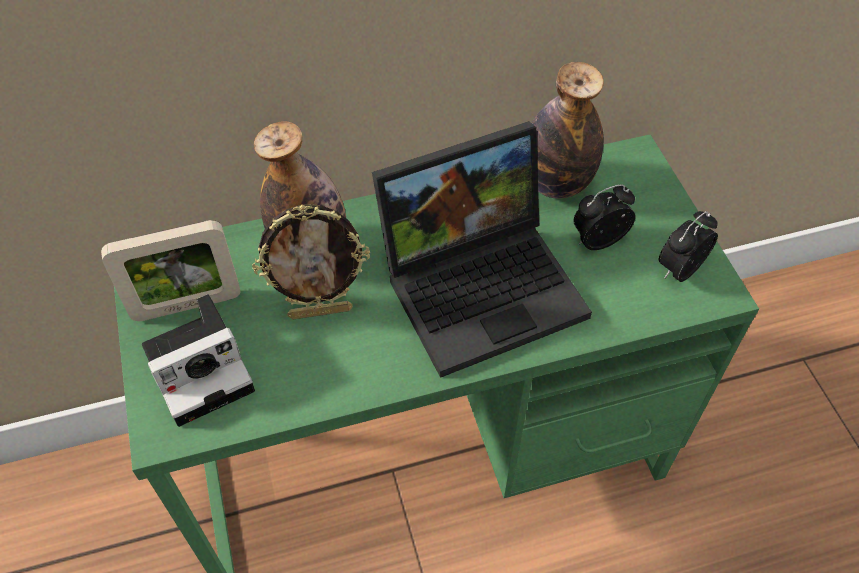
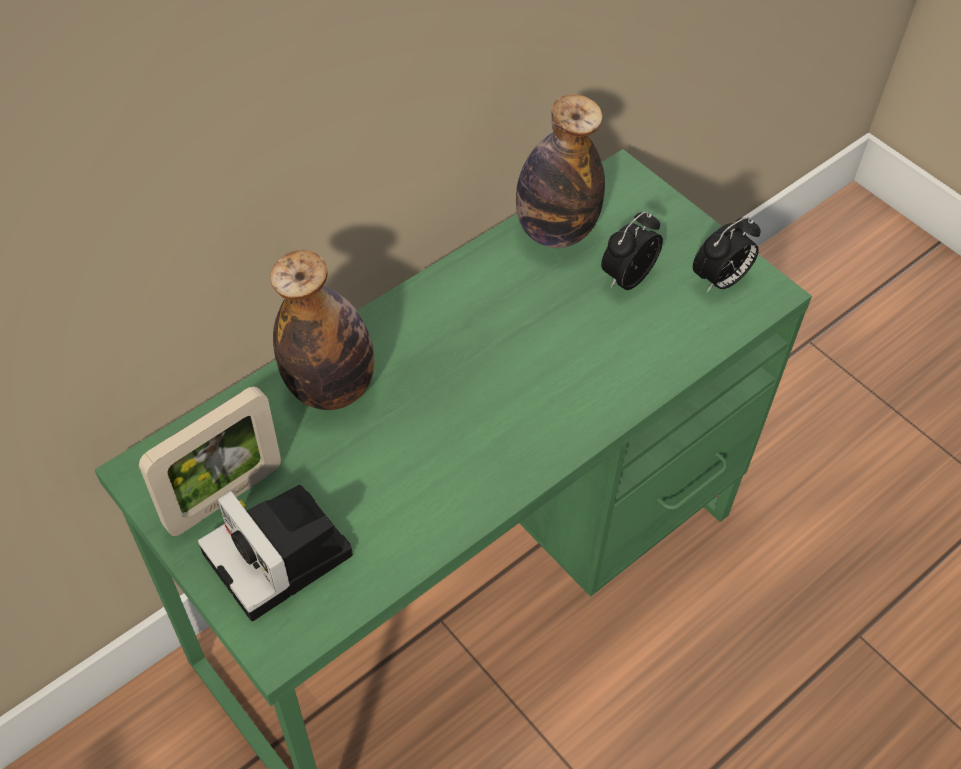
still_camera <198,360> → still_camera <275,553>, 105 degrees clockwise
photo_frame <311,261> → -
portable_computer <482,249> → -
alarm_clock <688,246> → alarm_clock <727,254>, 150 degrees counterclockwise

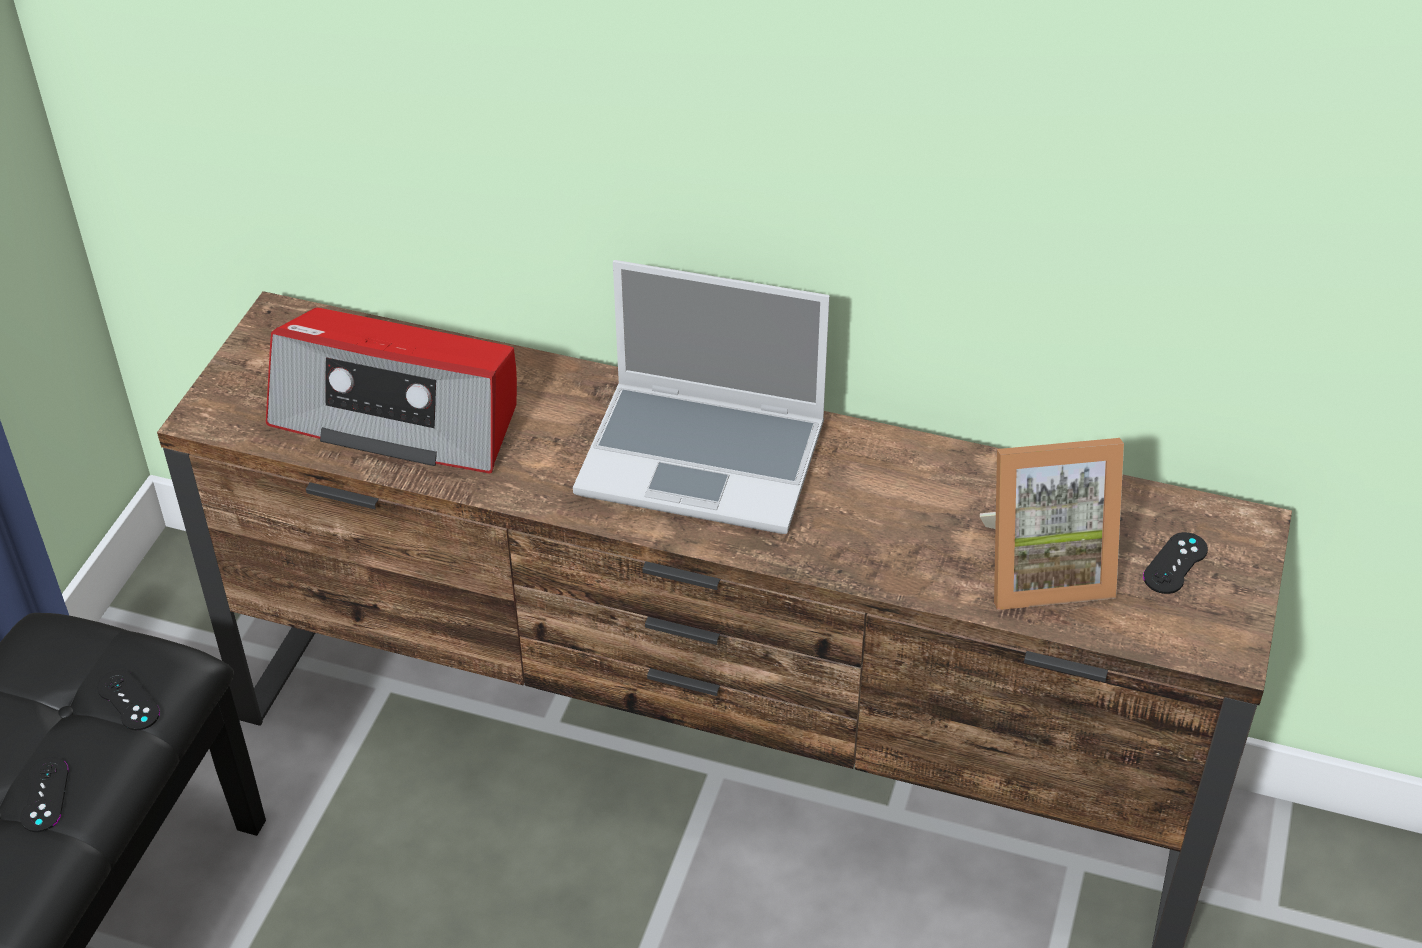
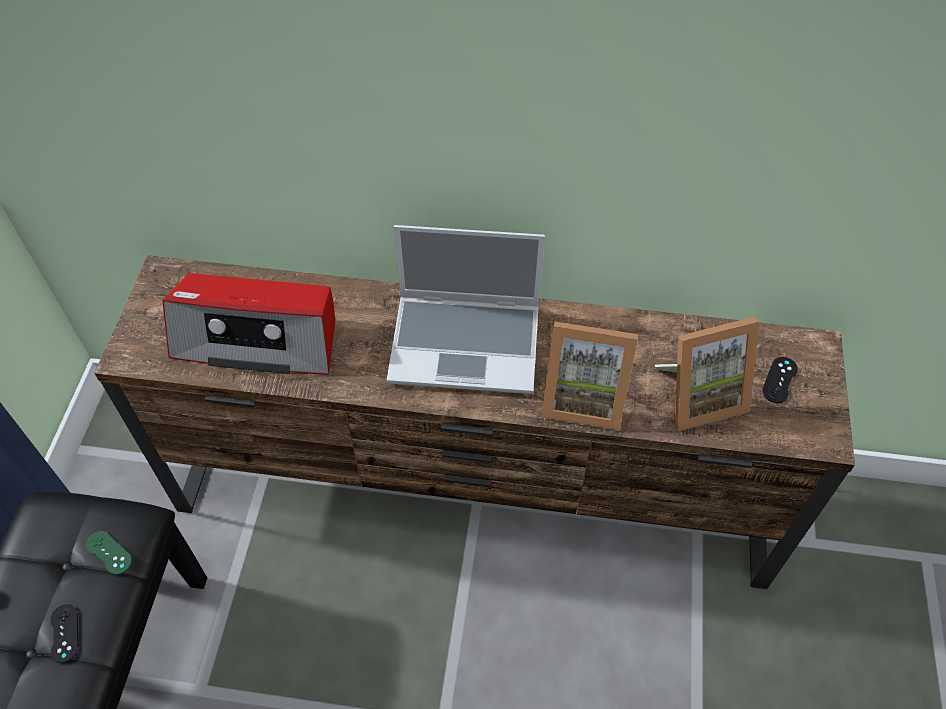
black-coloured_game_controller <128,700> → green-coloured_game_controller <109,553>
- → photo_frame <589,376>

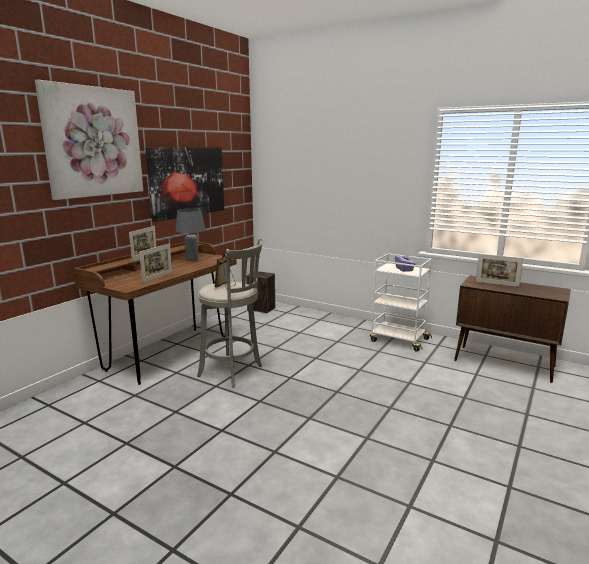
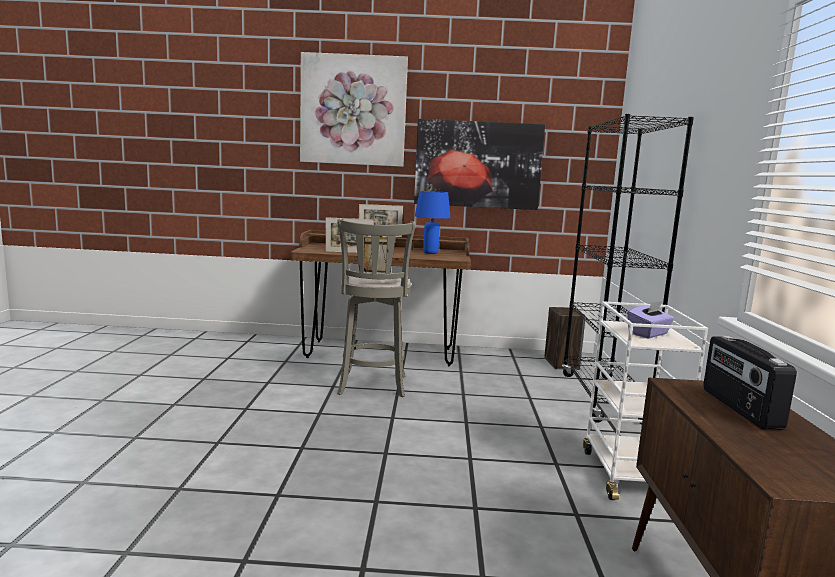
greyish_tabletop_lamp <190,235> → blue_tabletop_lamp <433,222>
photo_frame <499,270> → radio <750,383>
- → black-coloured_bookcase <628,269>

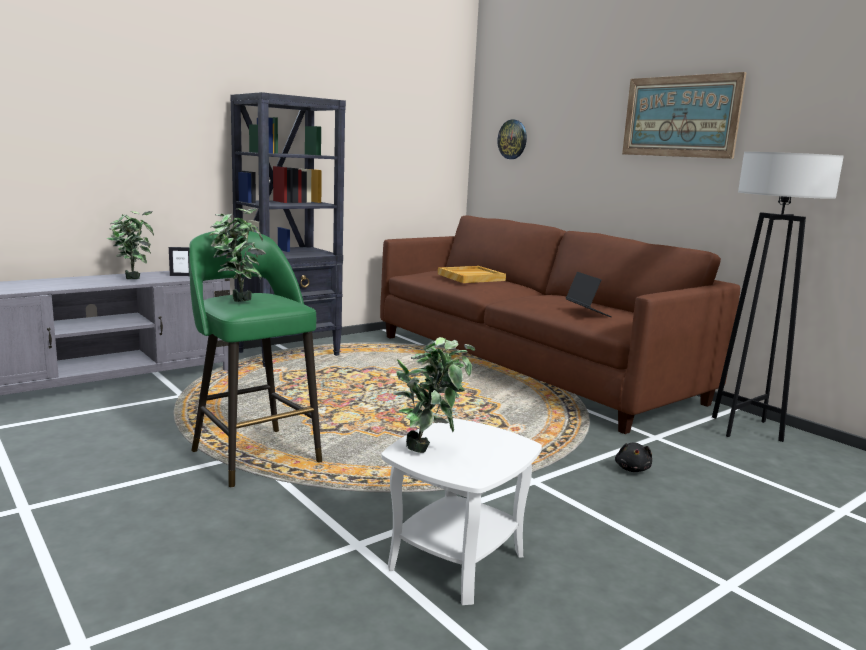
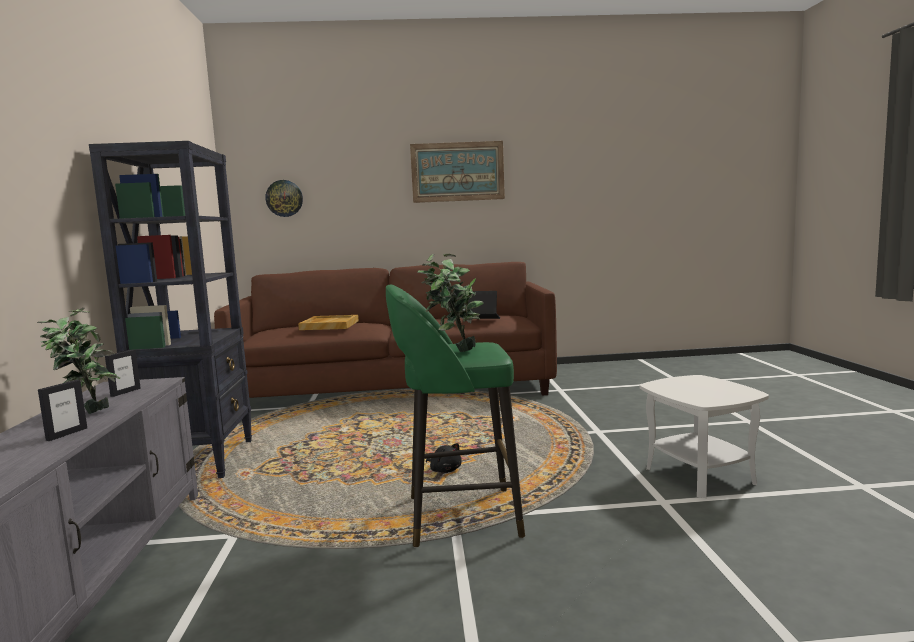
potted_plant <434,395> → -
black-coloured_plush_toy <633,457> → black-coloured_plush_toy <444,458>, move
black-coloured_standard_lamp <778,297> → -
- → photo_frame <62,410>

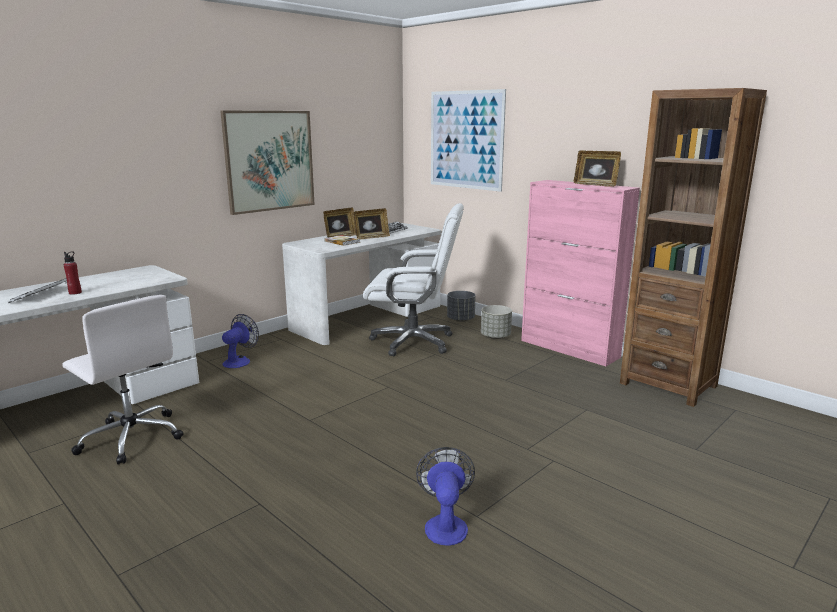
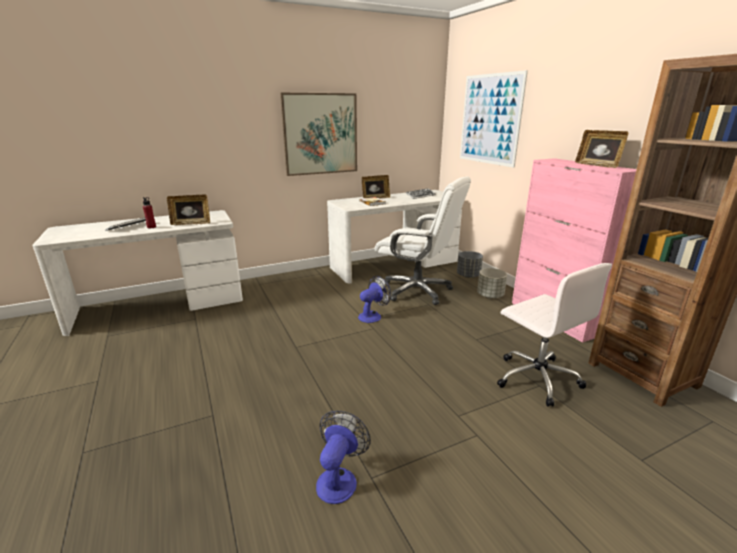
white-coloured_office_chair <122,380> → white-coloured_office_chair <554,335>, move
electric_fan <240,341> → electric_fan <374,299>, move
photo_frame <372,224> → photo_frame <188,210>, move

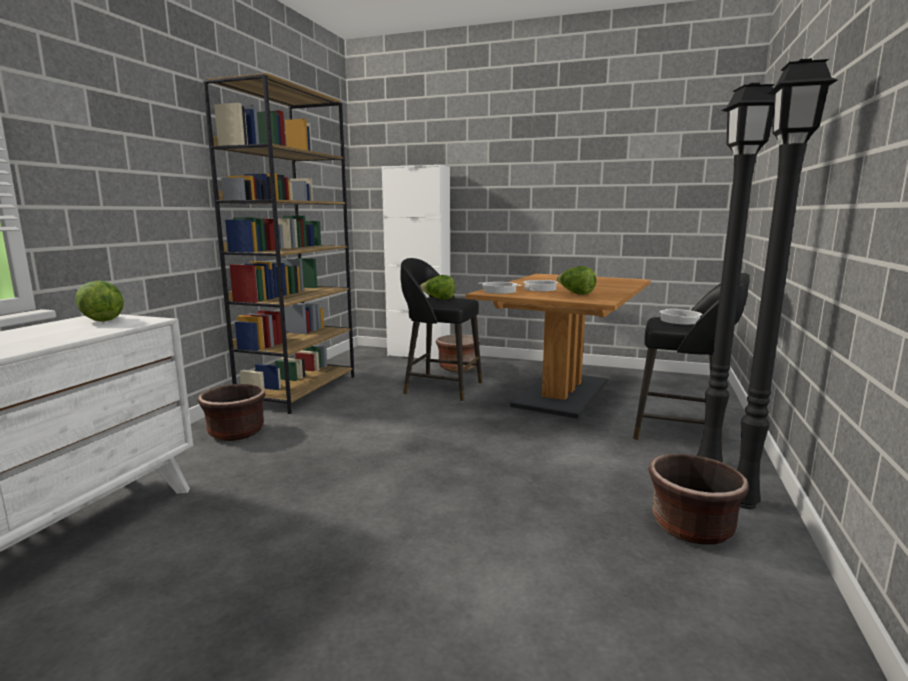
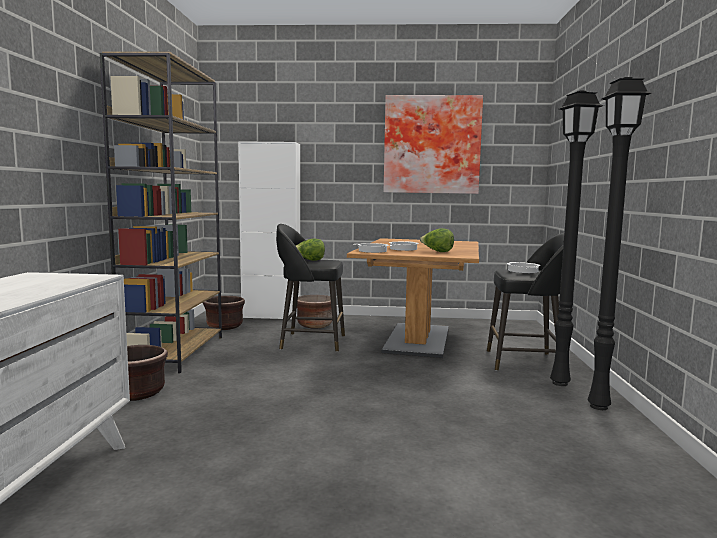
lettuce_head <99,301> → -
brownish_flower_pot <698,499> → brownish_flower_pot <224,313>, move
- → wall_art <433,144>

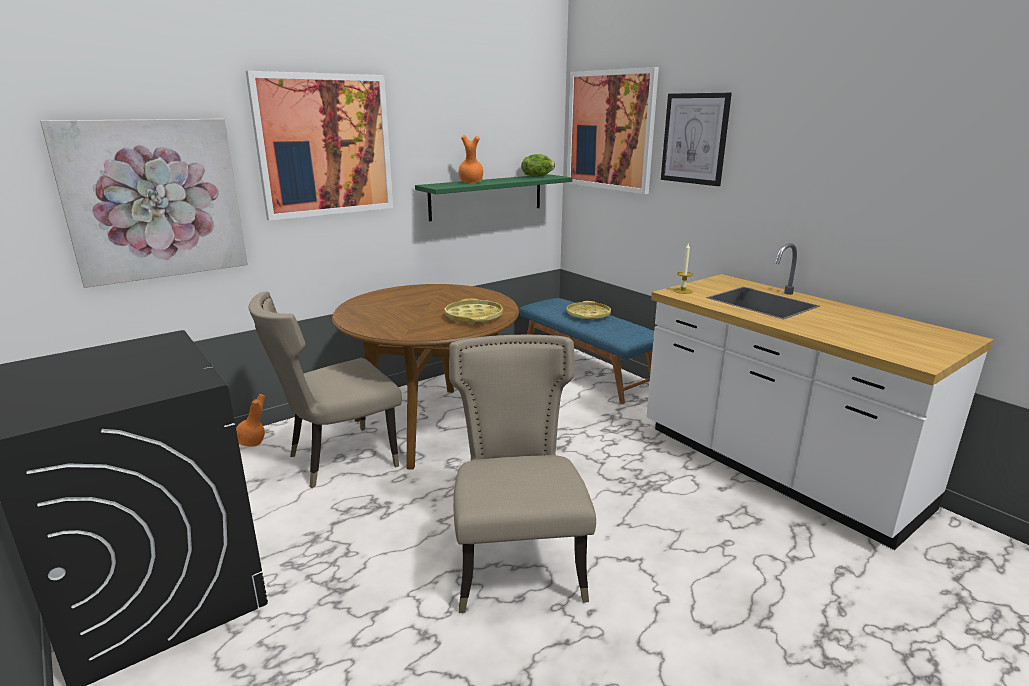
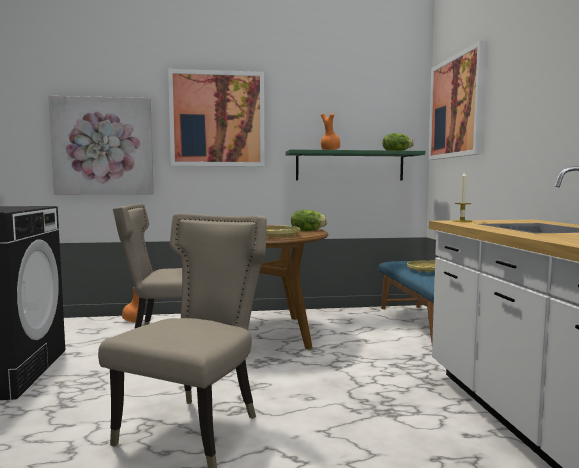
wall_art <696,139> → -
- → lettuce_head <309,220>

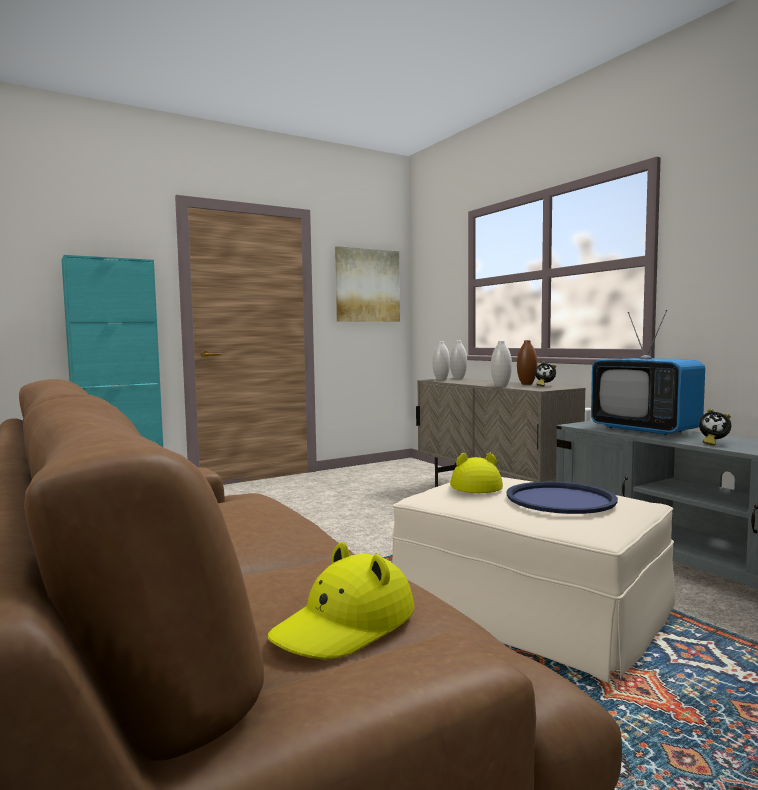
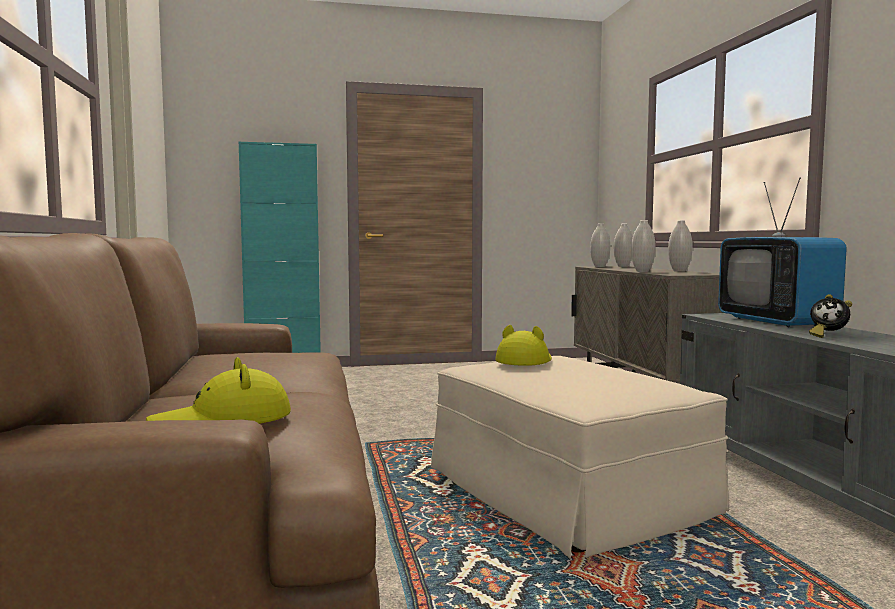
wall_art <367,284> → -
blue_tray <562,497> → -
brownish_decorative_vase <527,362> → white-coloured_decorative_vase <680,246>
alarm_clock <545,374> → -

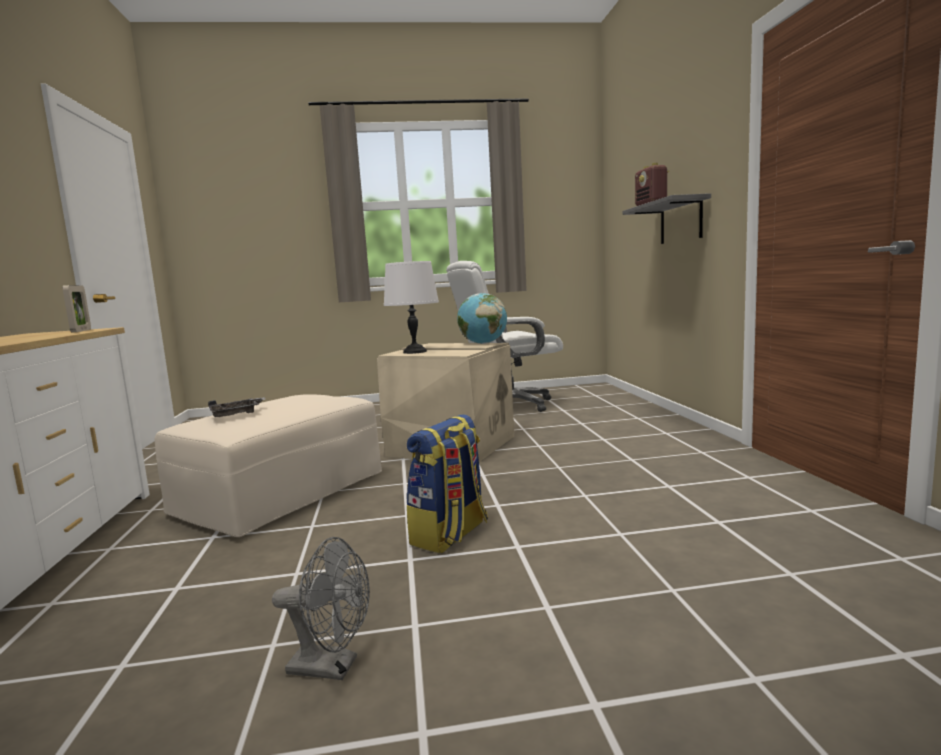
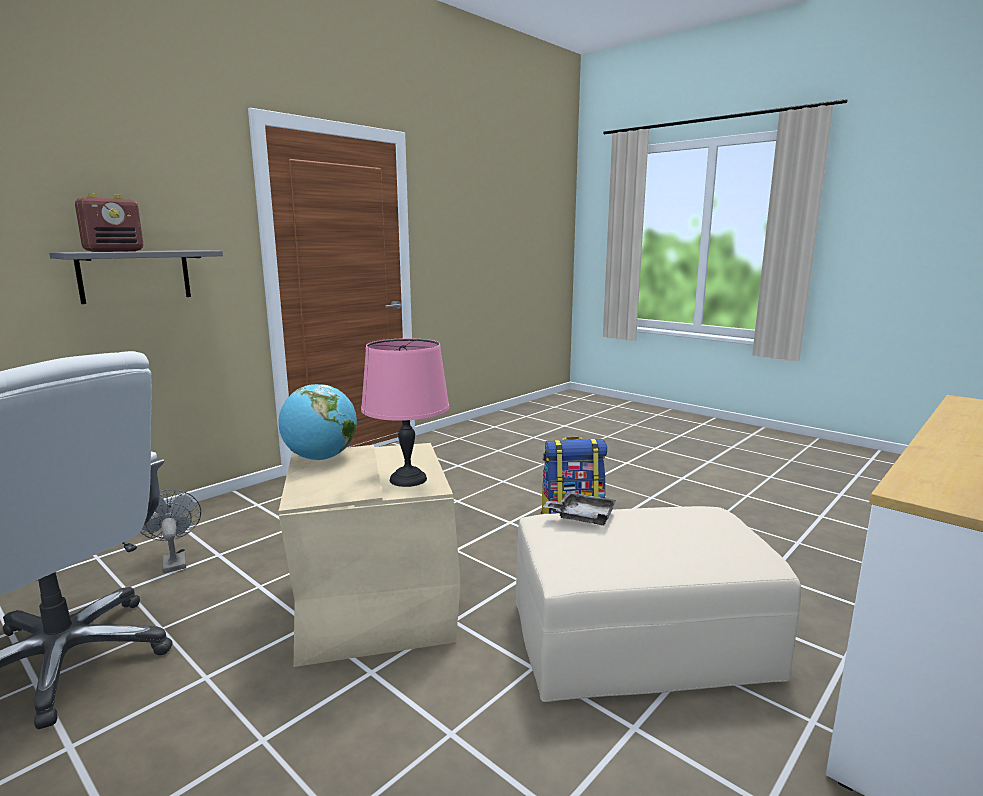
photo_frame <76,309> → -
greyish_tray <237,407> → greyish_tray <579,508>, move
greyish_electric_fan <321,608> → greyish_electric_fan <170,531>, move
white-coloured_tabletop_lamp <411,307> → pinkish_tabletop_lamp <405,412>

